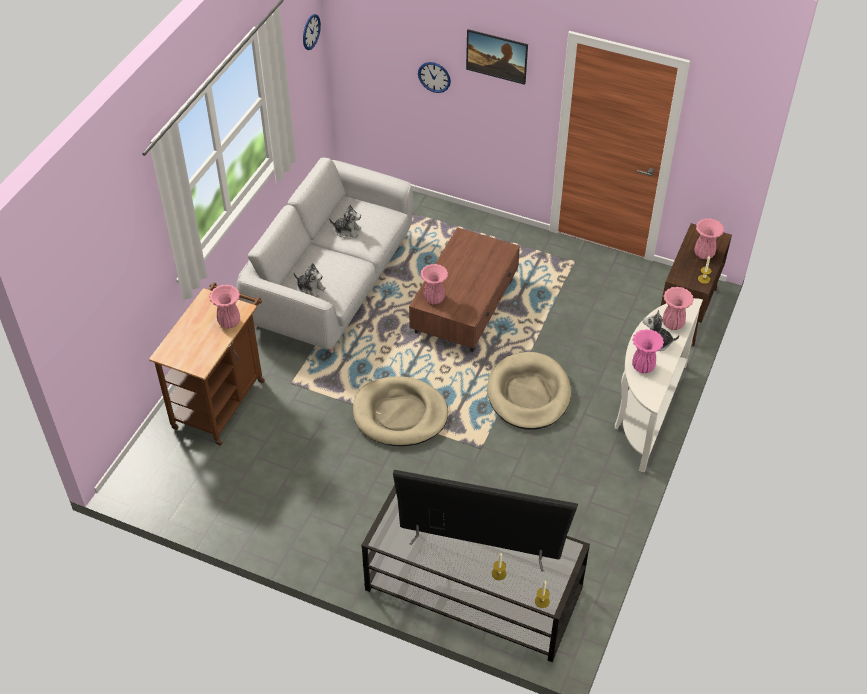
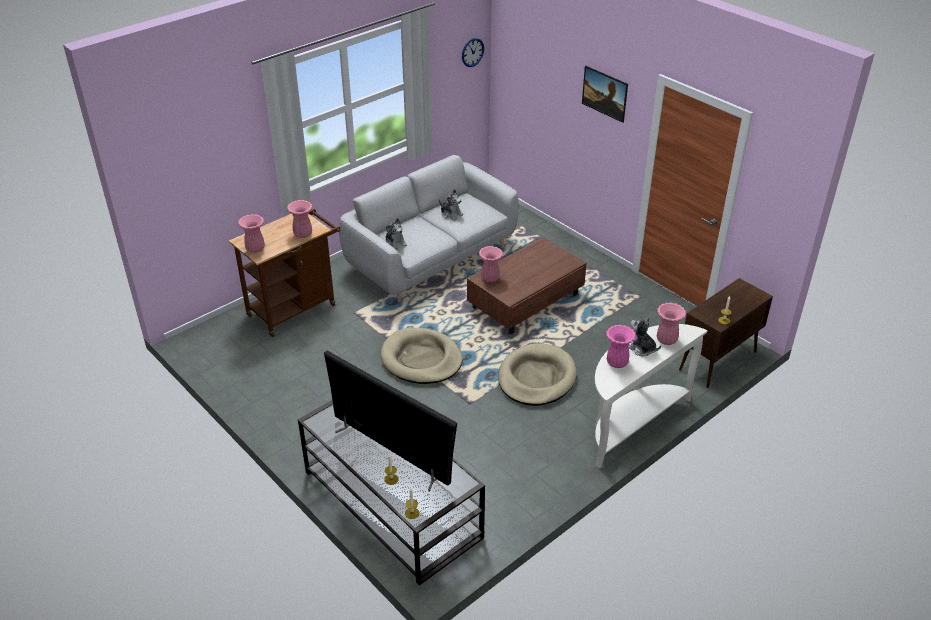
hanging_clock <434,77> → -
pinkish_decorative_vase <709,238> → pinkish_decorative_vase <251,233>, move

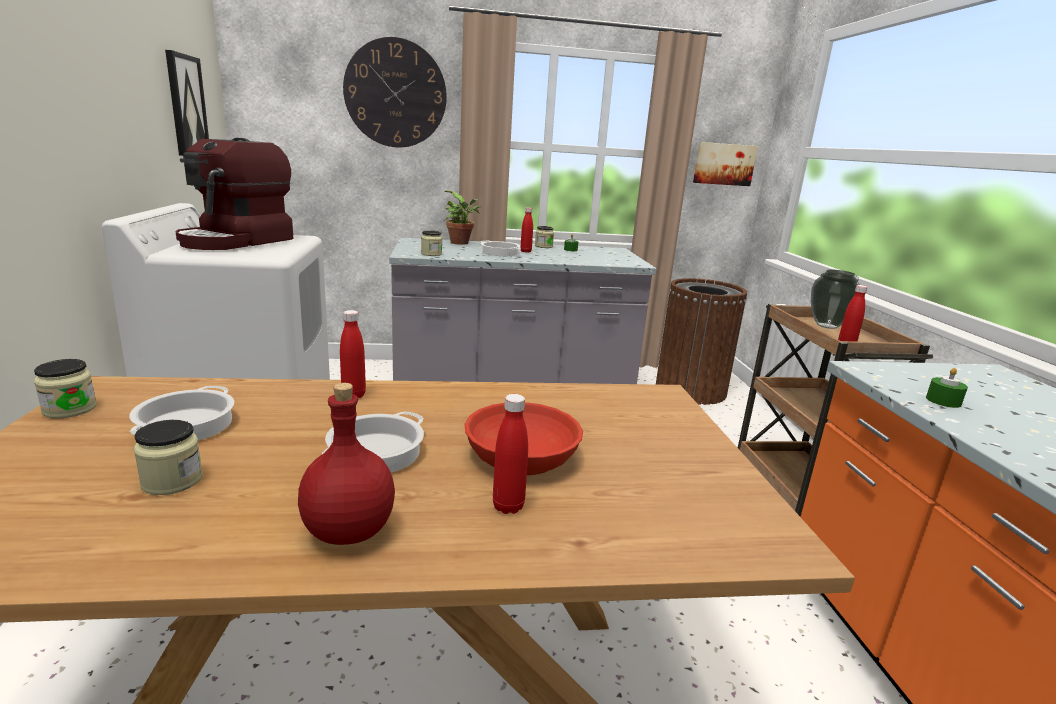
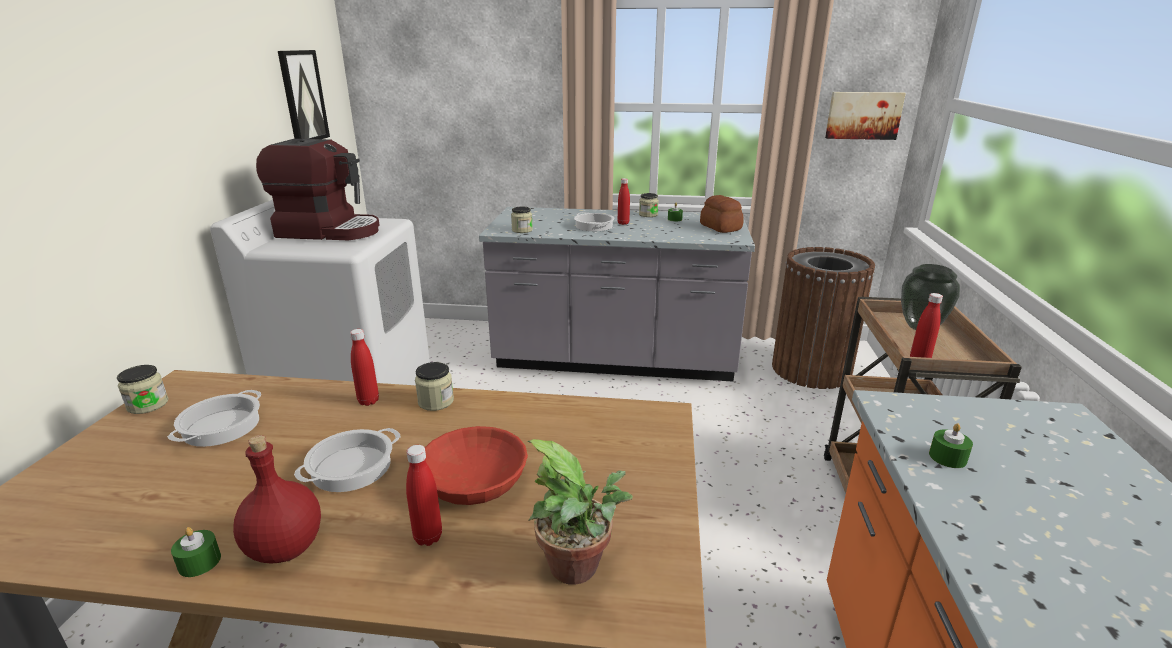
jar <168,457> → jar <434,386>, move
coffee_brewer <234,194> → coffee_brewer <318,189>, 120 degrees counterclockwise
hanging_clock <395,92> → -
potted_plant <463,218> → potted_plant <580,512>, move
- → green-coloured_wax_candle <196,552>
- → bakery_bread <722,214>

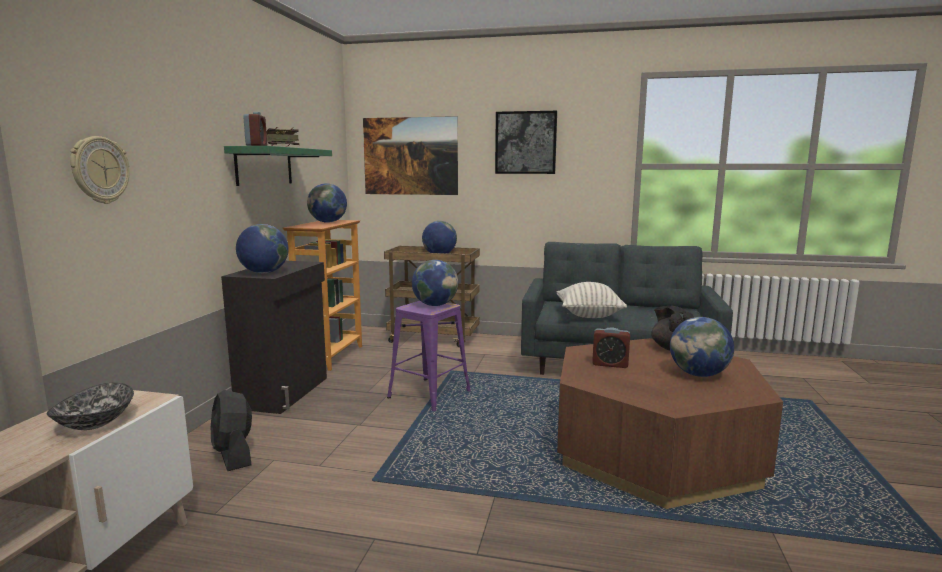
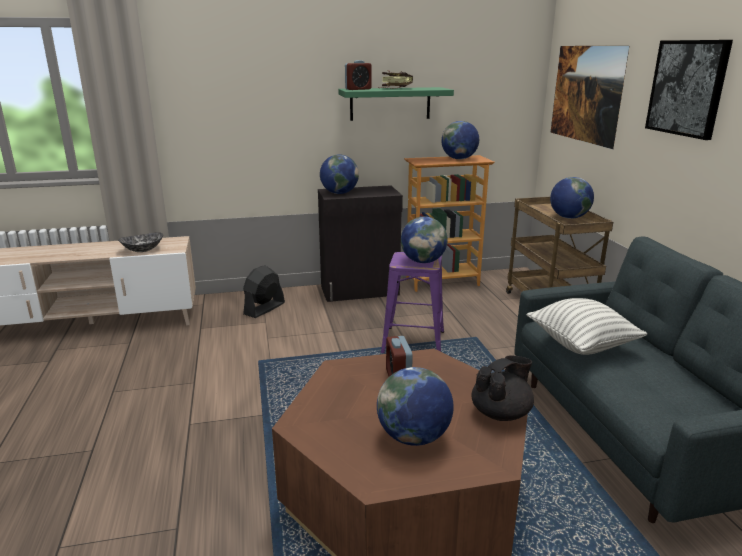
hanging_clock <99,170> → -

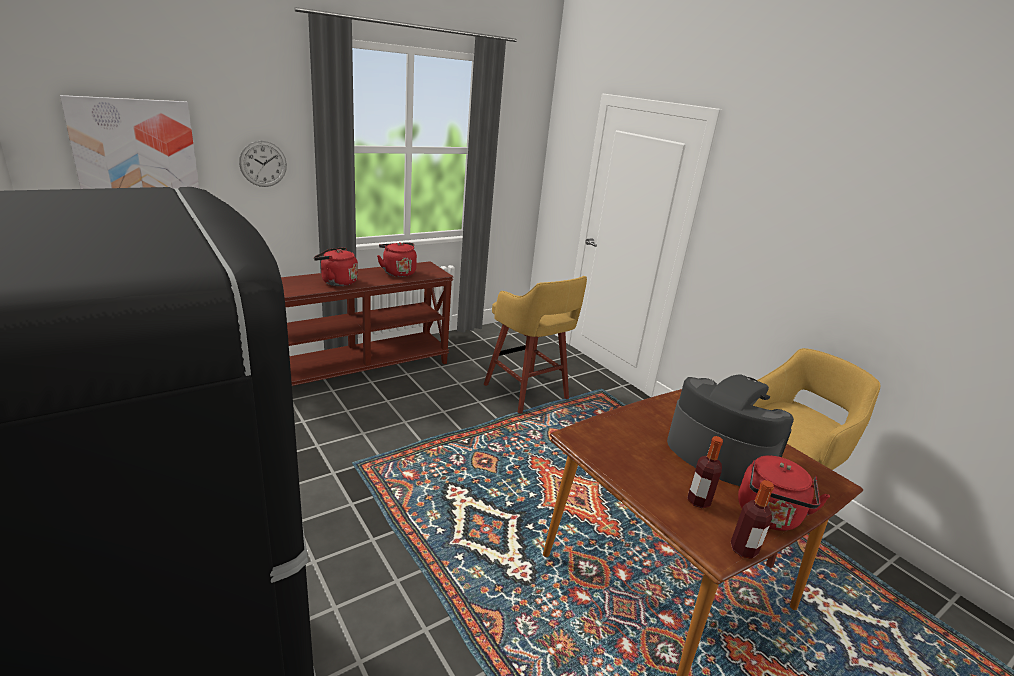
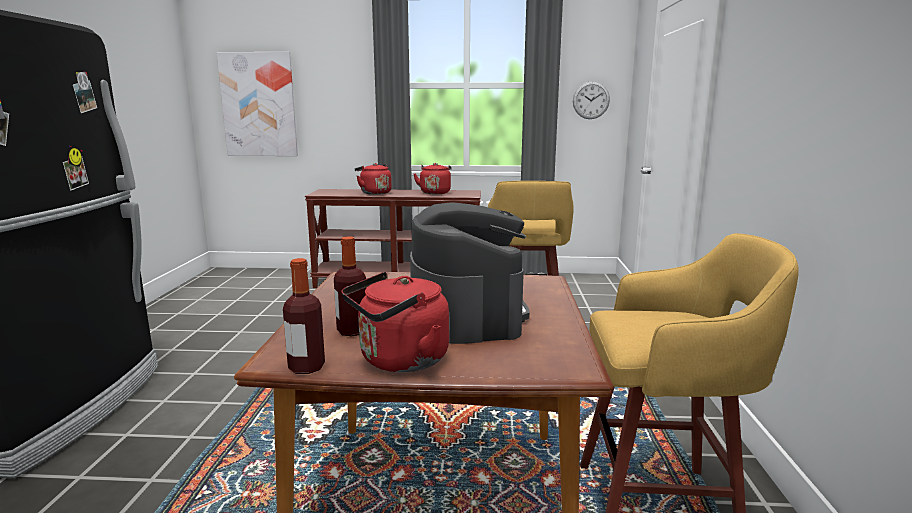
hanging_clock <263,164> → hanging_clock <591,100>, move

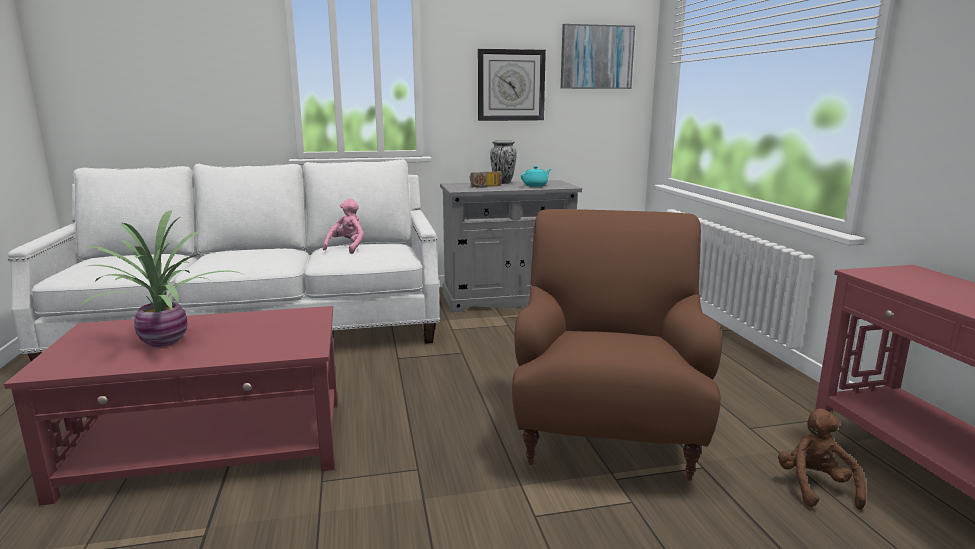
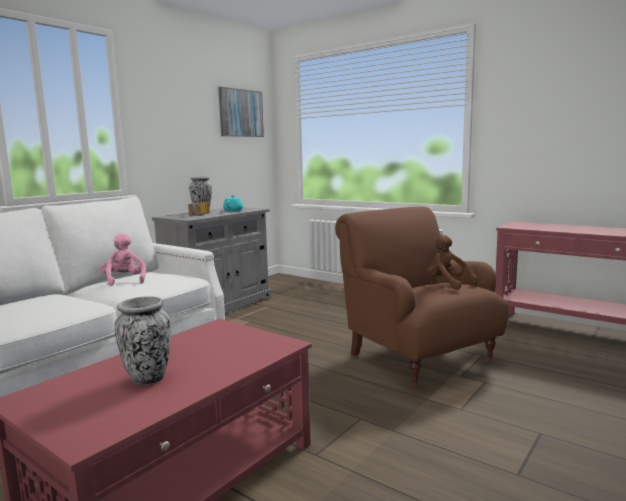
potted_plant <161,278> → decorative_vase <142,340>
hanging_clock <512,85> → -
brownish_plush_toy <822,459> → brownish_plush_toy <452,262>, move

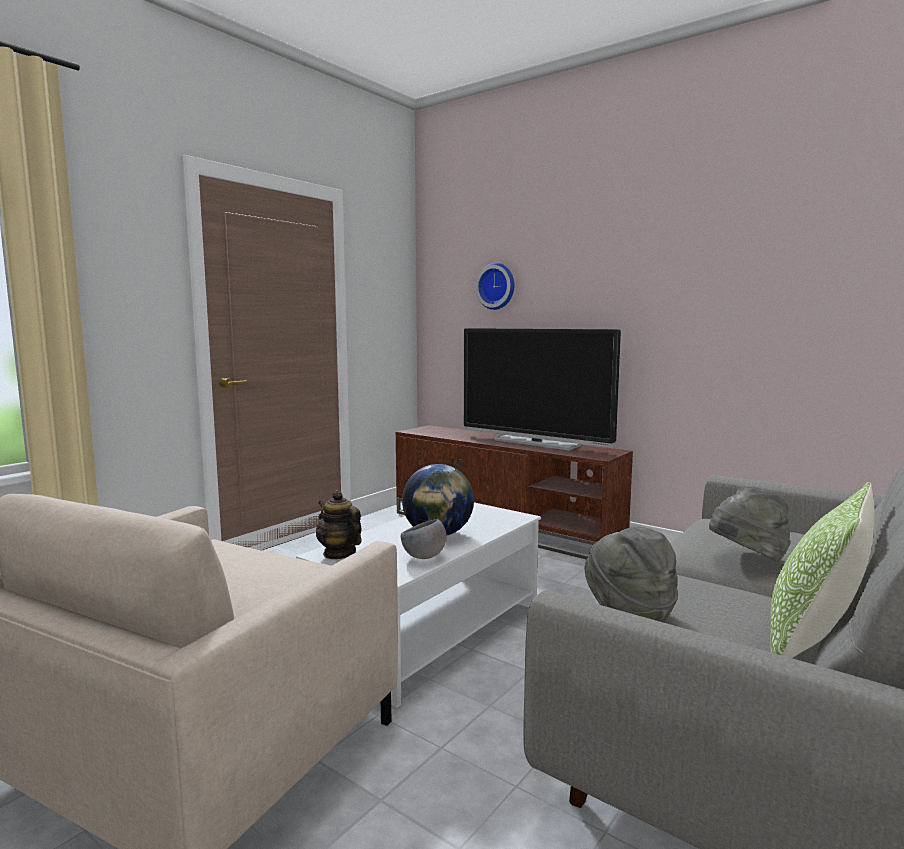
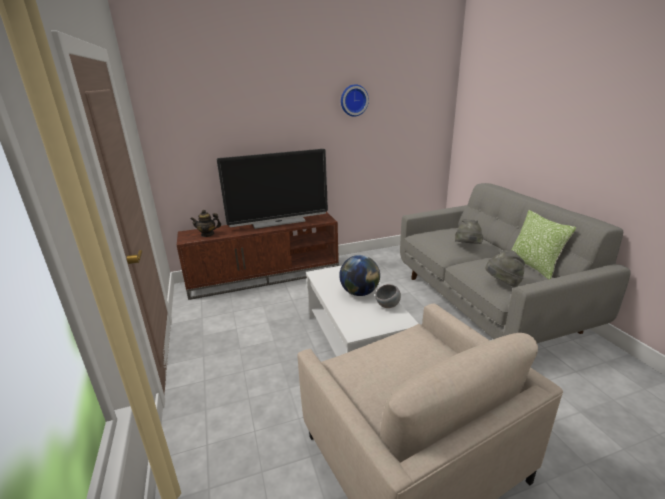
teapot <339,524> → teapot <205,223>, move
hanging_clock <494,286> → hanging_clock <355,100>, move

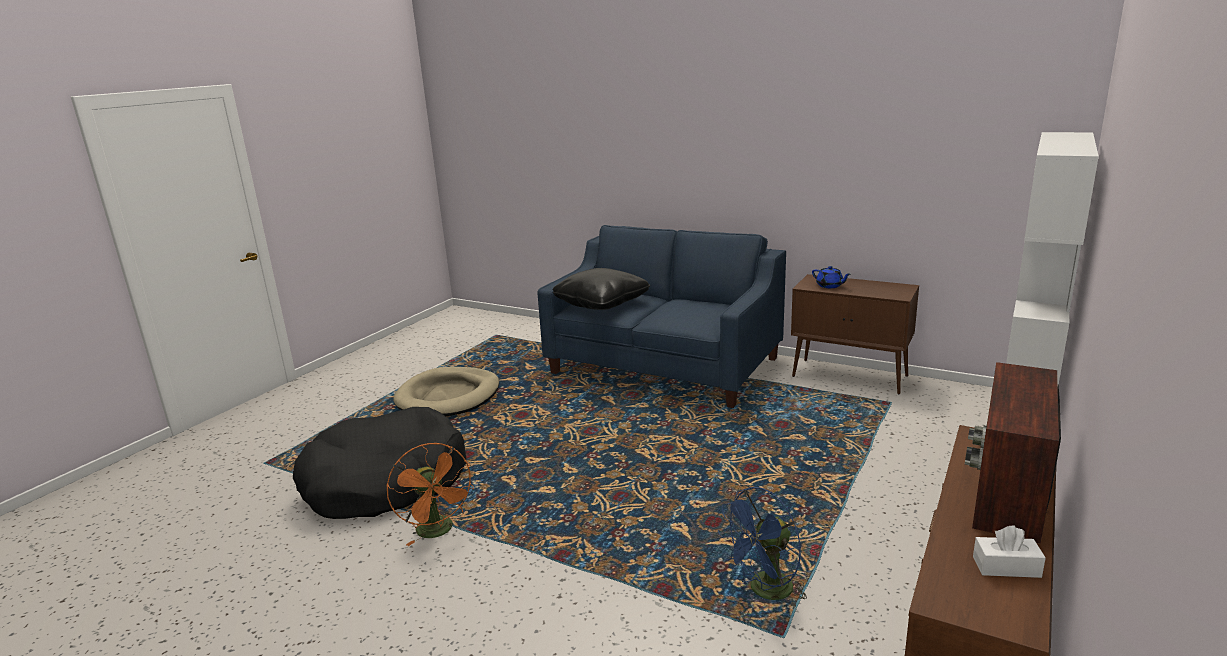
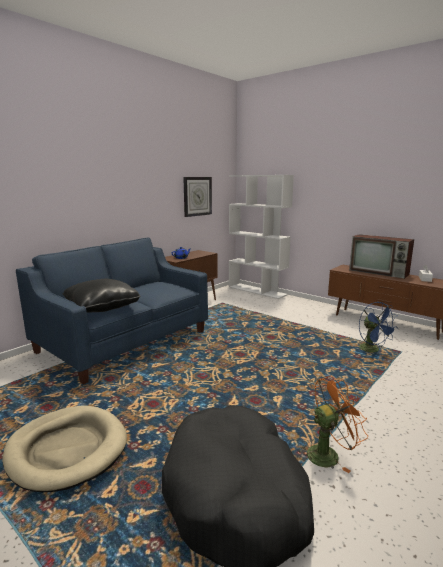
- → hanging_clock <197,197>

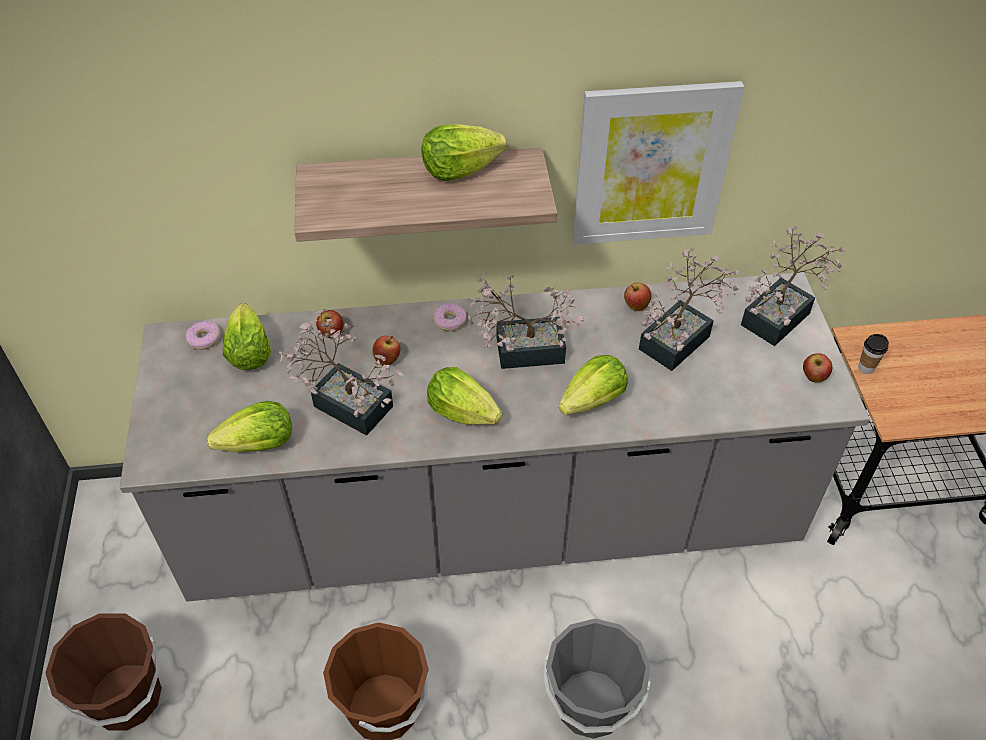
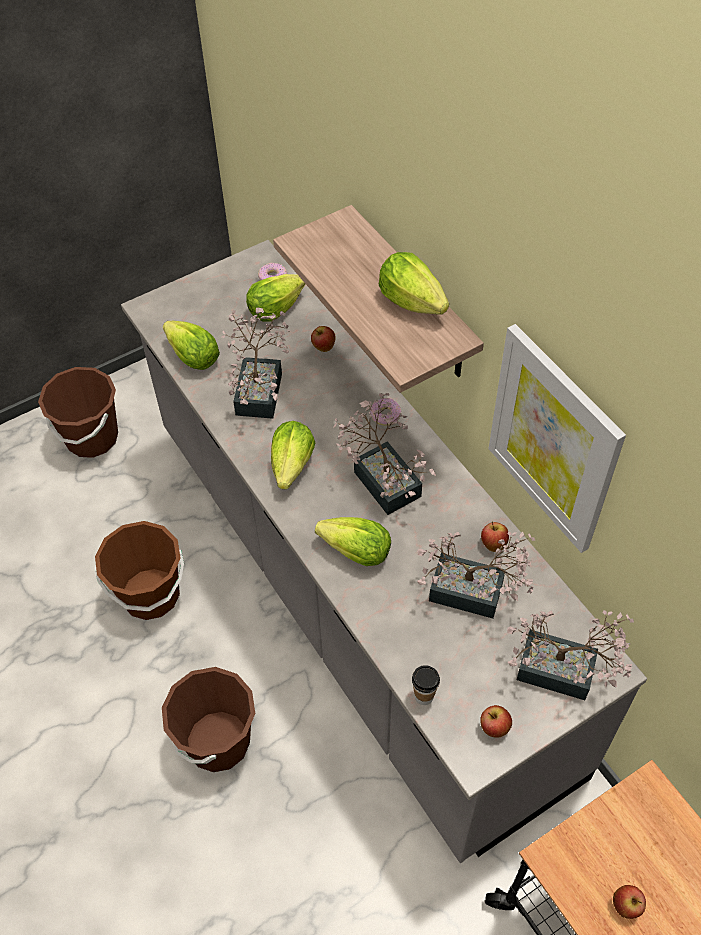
apple_fruit <387,350> → apple_fruit <629,902>, move
greyish_pail <597,679> → brownish_pail <208,719>
small_cup <873,354> → small_cup <426,685>, move

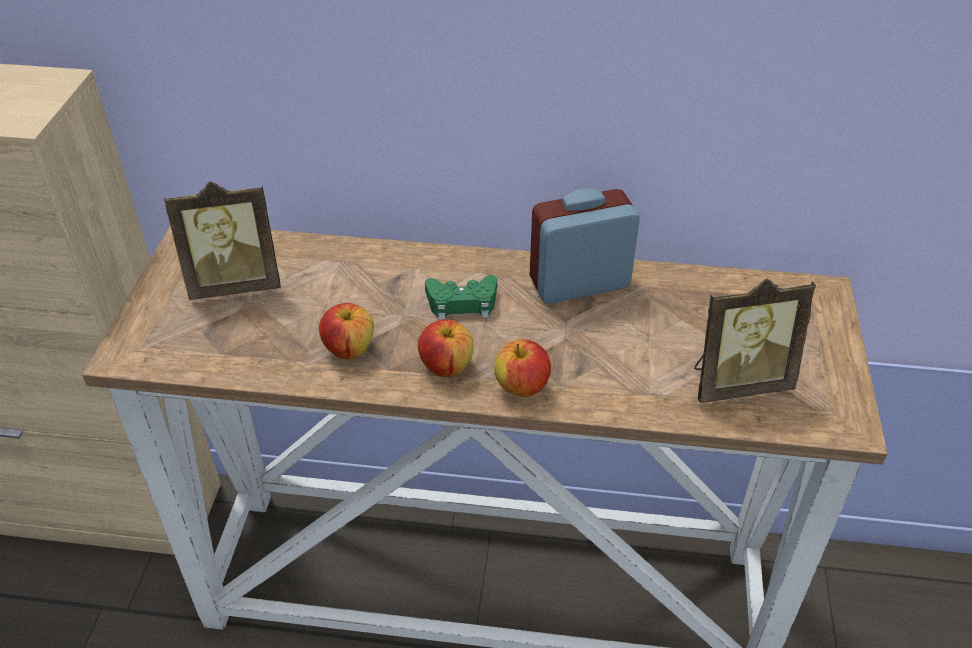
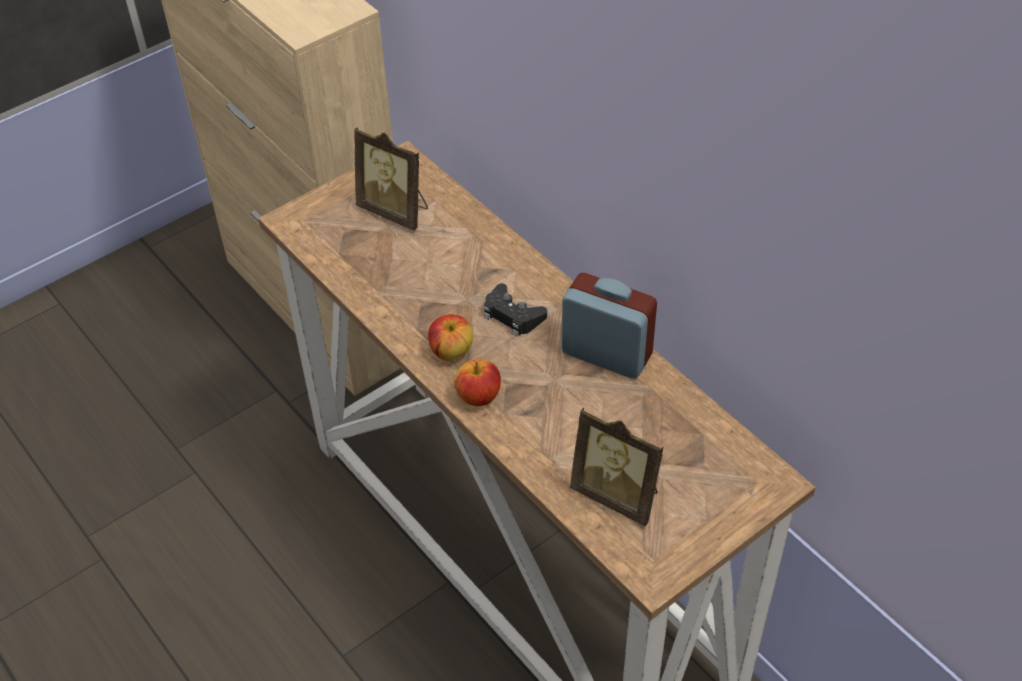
apple_fruit <346,331> → -
green-coloured_game_controller <461,297> → black-coloured_game_controller <515,310>

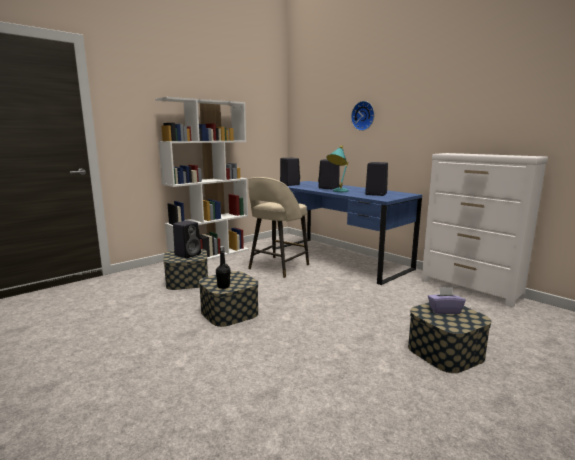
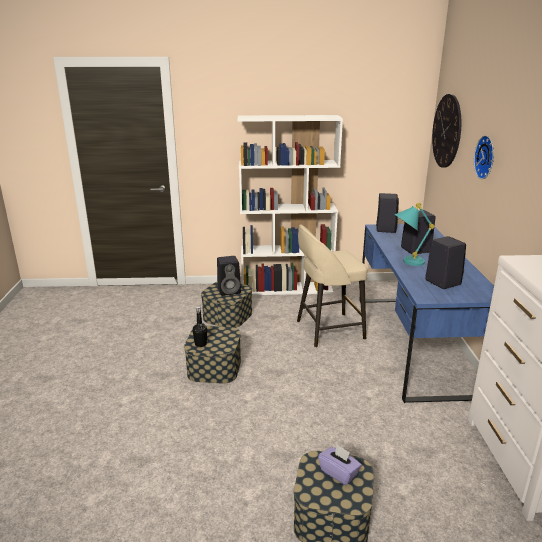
- → hanging_clock <446,131>

